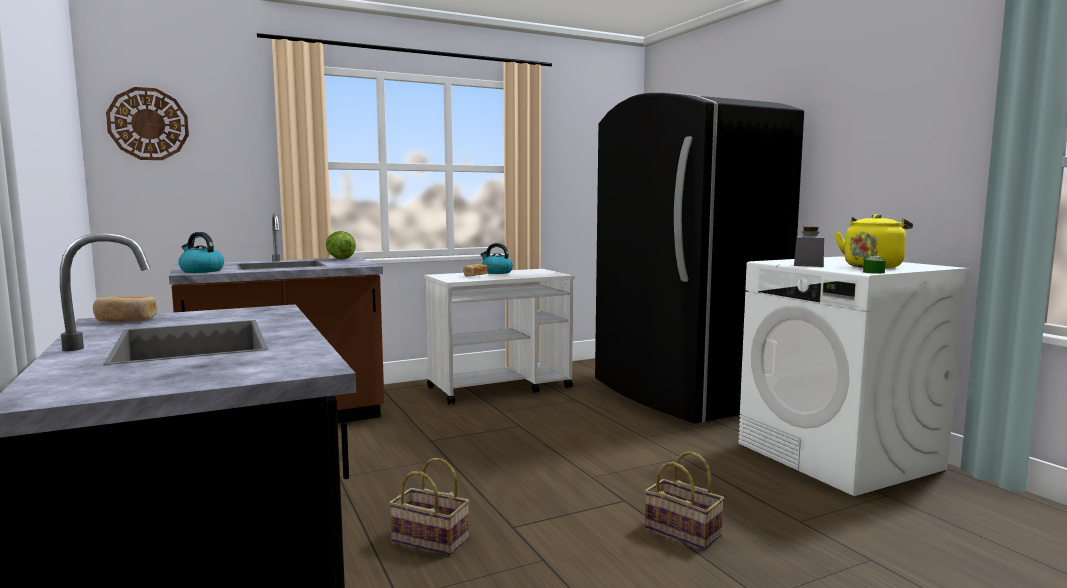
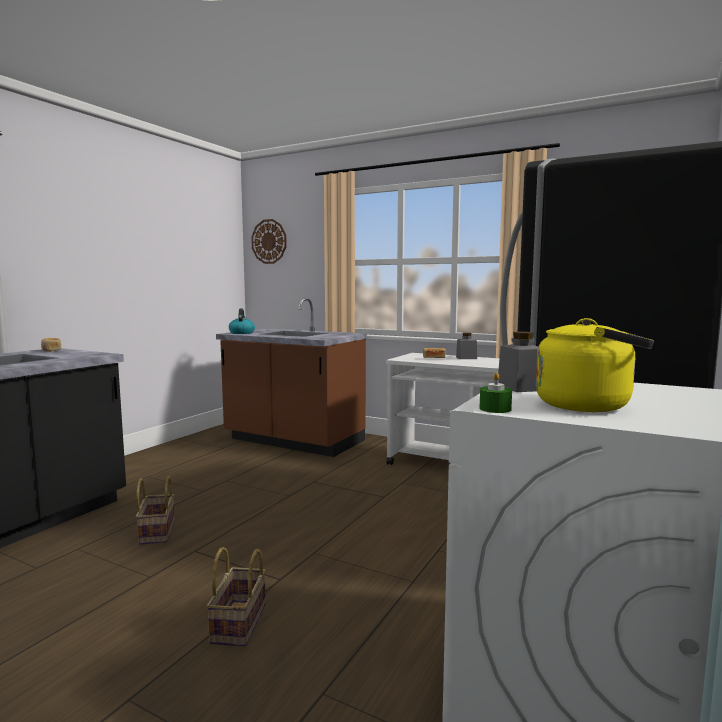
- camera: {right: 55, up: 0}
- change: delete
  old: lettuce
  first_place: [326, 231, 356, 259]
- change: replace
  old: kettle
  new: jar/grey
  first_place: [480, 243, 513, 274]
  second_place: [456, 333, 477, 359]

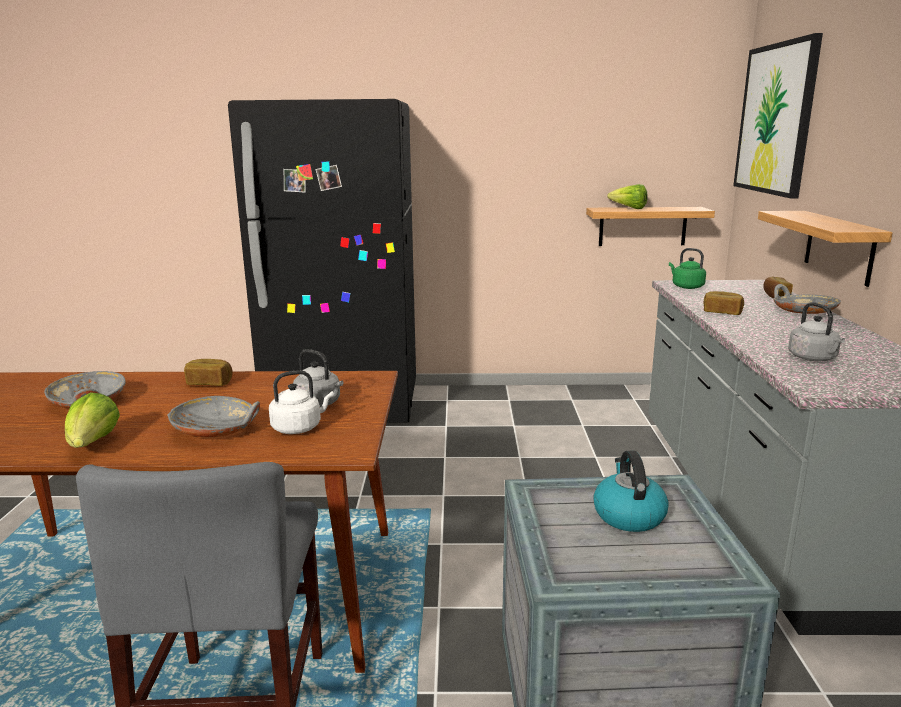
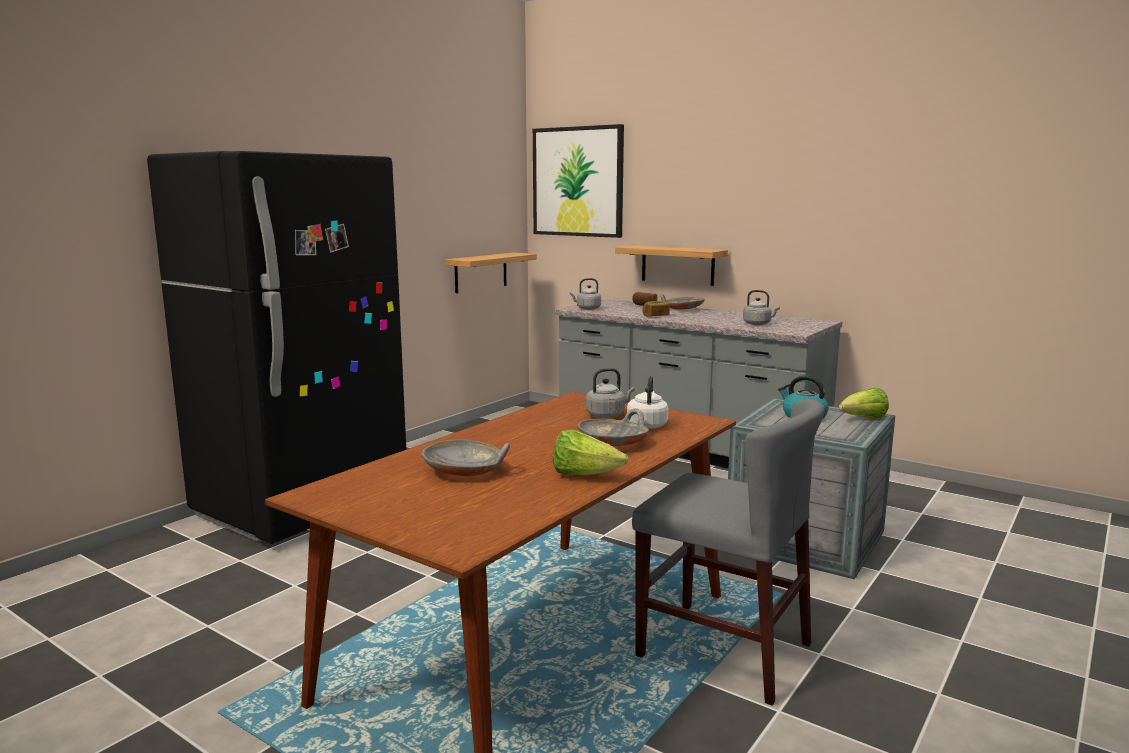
- camera: {right: -55, up: -5}
- change: delete
  old: bread
  first_place: [184, 359, 233, 386]
- change: move
  old: lettuce
  first_place: [607, 184, 647, 209]
  second_place: [839, 388, 889, 419]
- change: recolor
  old: kettle/green
  new: kettle/grey
  first_place: [669, 248, 706, 289]
  second_place: [570, 278, 601, 310]

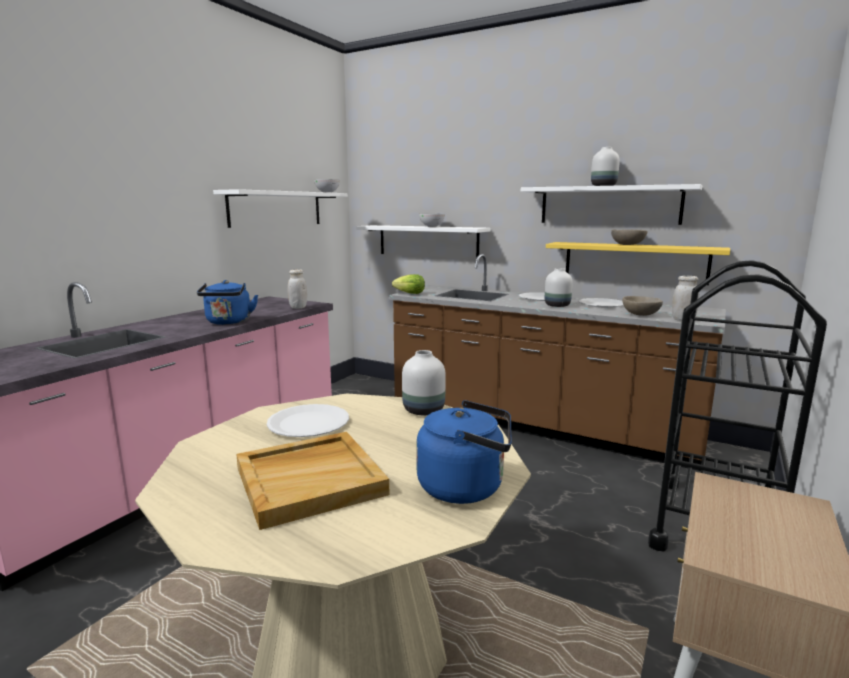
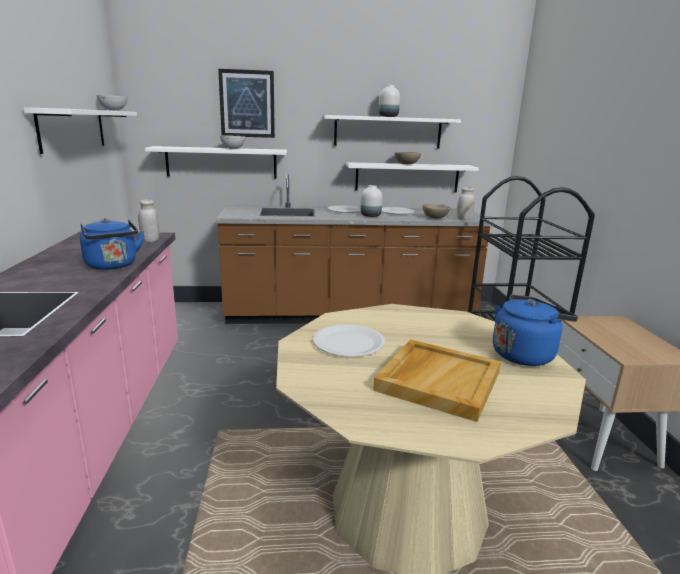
- camera: {right: -35, up: 5}
- change: delete
  old: lettuce
  first_place: [392, 274, 425, 294]
- change: delete
  old: vase/white
  first_place: [402, 350, 446, 415]
- change: recolor
  old: shelf/yellow
  new: shelf/white
  first_place: [546, 242, 730, 285]
  second_place: [346, 162, 479, 192]
- change: insert
  new: picture
  second_place: [218, 69, 275, 138]

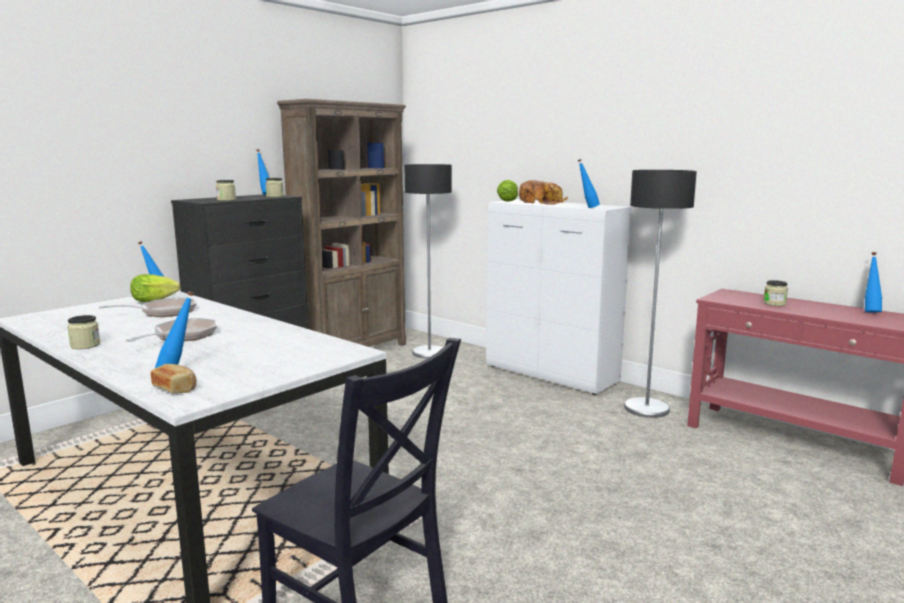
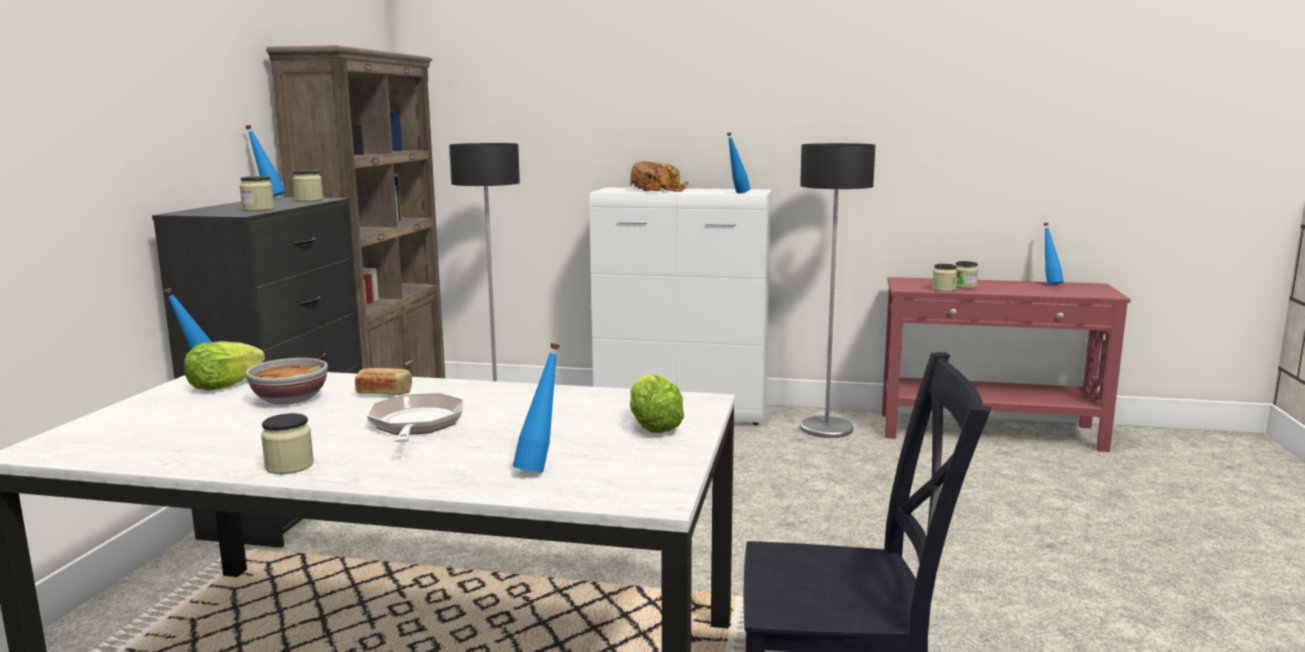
- camera: {right: -30, up: 0}
- change: replace
  old: frying pan
  new: bowl
  first_place: [99, 298, 197, 317]
  second_place: [245, 358, 328, 405]
- change: move
  old: bread
  first_place: [150, 364, 197, 393]
  second_place: [355, 368, 412, 395]
- change: move
  old: lettuce
  first_place: [497, 180, 518, 202]
  second_place: [630, 375, 684, 433]
- change: insert
  new: jar
  second_place: [932, 264, 957, 292]

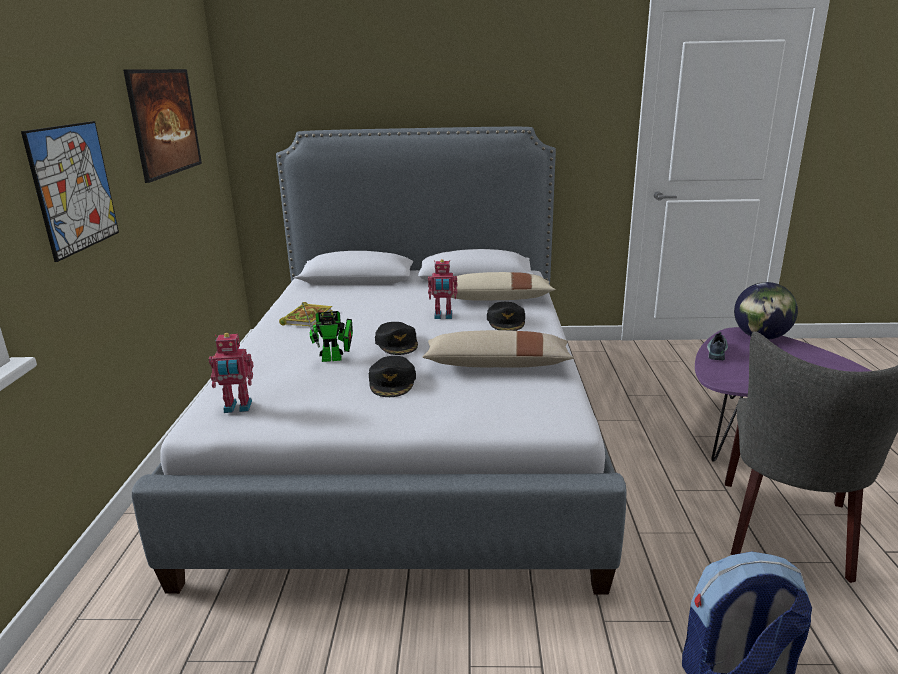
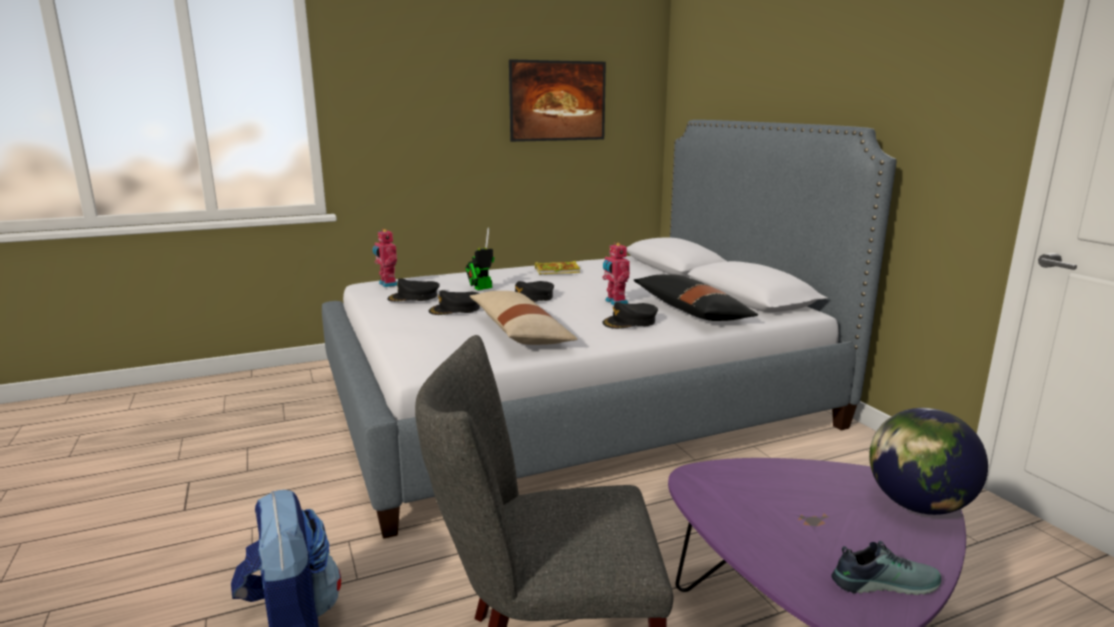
- camera: {right: 65, up: -5}
- change: delete
  old: picture
  first_place: [21, 121, 119, 262]
- change: rotate
  old: toy robot
  first_place: [302, 302, 353, 362]
  second_place: [466, 227, 495, 290]
  degrees: 90
- change: recolor
  old: pillow/beige
  new: pillow/black
  first_place: [451, 272, 555, 301]
  second_place: [634, 274, 758, 321]
- change: move
  old: shoe
  first_place: [707, 332, 728, 360]
  second_place: [831, 541, 941, 595]
- change: insert
  new: cap/black
  second_place: [387, 278, 440, 302]

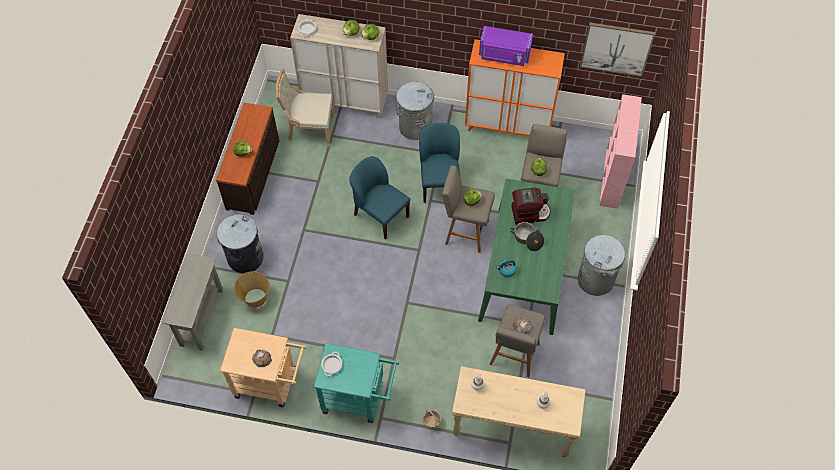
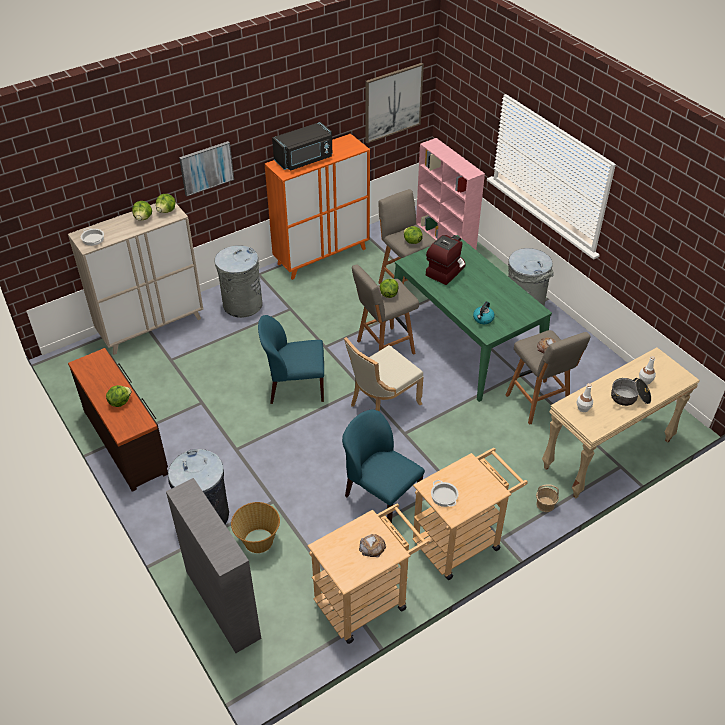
- camera: {right: -45, up: -15}
- change: replace
  old: console table/grey
  new: bookcase/grey
  first_place: [162, 253, 223, 351]
  second_place: [166, 478, 261, 653]
- change: move
  old: chair/beige
  first_place: [276, 69, 335, 147]
  second_place: [344, 337, 424, 412]
- change: recolor
  old: cart/turquoise
  new: cart/beige
  first_place: [313, 343, 399, 423]
  second_place: [413, 448, 528, 580]
- change: move
  old: chair/blue
  first_place: [419, 123, 460, 203]
  second_place: [342, 409, 425, 523]
- change: recolor
  old: microwave/purple
  new: microwave/black
  first_place: [479, 26, 533, 66]
  second_place: [272, 122, 333, 171]
- change: move
  old: cooking pot
  first_place: [511, 222, 544, 252]
  second_place: [611, 378, 651, 406]
- change: insert
  new: picture
  second_place: [179, 141, 234, 196]

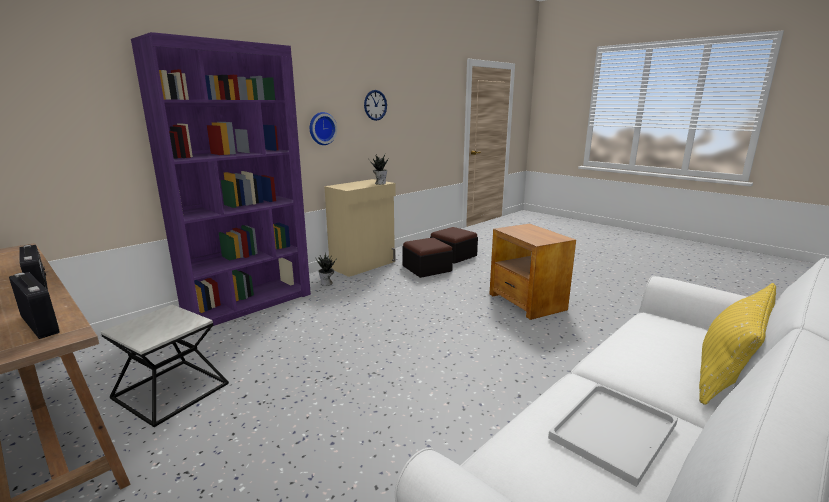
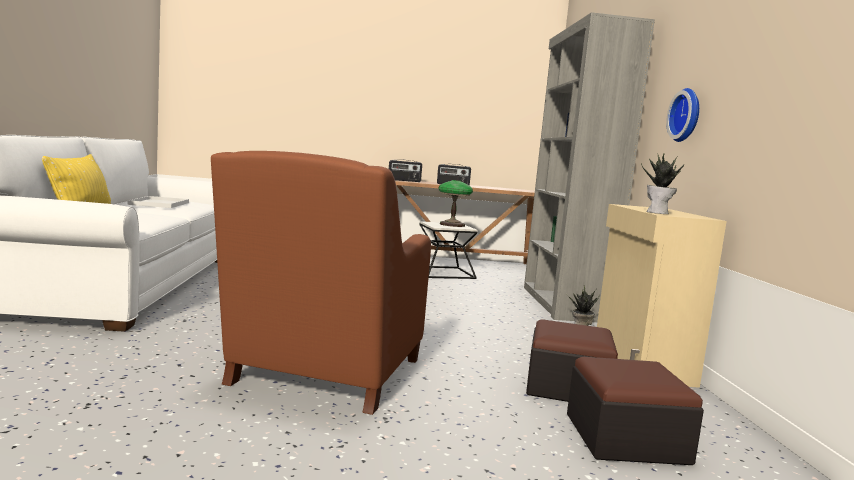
- camera: {right: 130, up: -10}
- change: recolor
  old: bookcase/purple
  new: bookcase/grey
  first_place: [131, 32, 311, 326]
  second_place: [524, 12, 655, 323]
- change: delete
  old: wall clock
  first_place: [364, 90, 387, 121]
- change: replace
  old: side table/brown
  new: armchair/brown
  first_place: [489, 224, 576, 320]
  second_place: [211, 151, 431, 415]
- change: insert
  new: table lamp
  second_place: [438, 180, 473, 227]

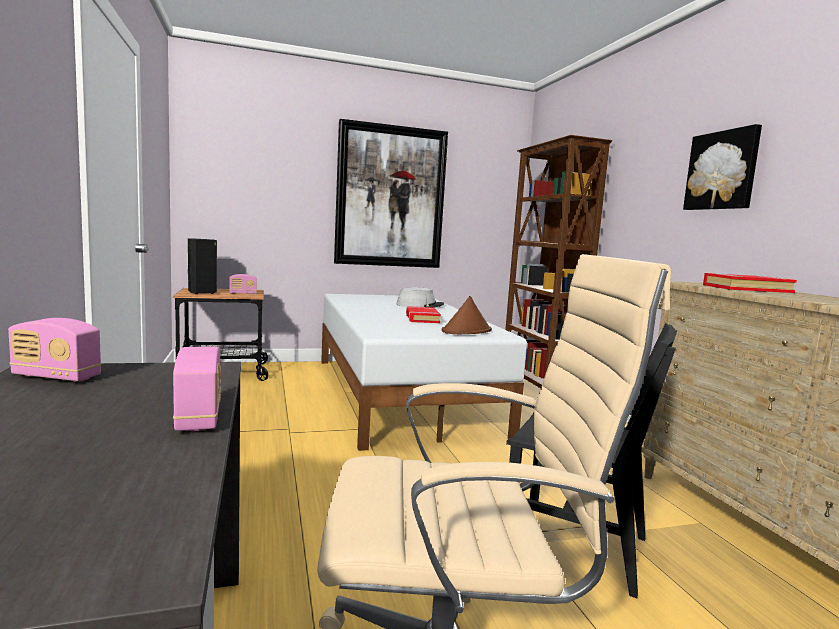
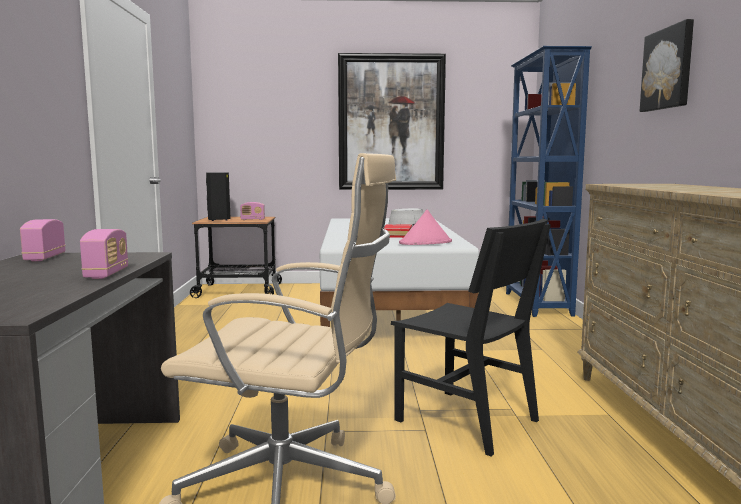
- camera: {right: 15, up: 0}
- change: rotate
  old: radio
  first_place: [8, 318, 102, 382]
  second_place: [20, 219, 65, 261]
  degrees: 60
- change: recolor
  old: hat/brown
  new: hat/pink
  first_place: [442, 296, 492, 334]
  second_place: [399, 210, 452, 245]
- change: recolor
  old: bookcase/brown
  new: bookcase/blue
  first_place: [505, 135, 612, 388]
  second_place: [506, 46, 592, 317]
- change: delete
  old: book/red
  first_place: [703, 273, 797, 293]

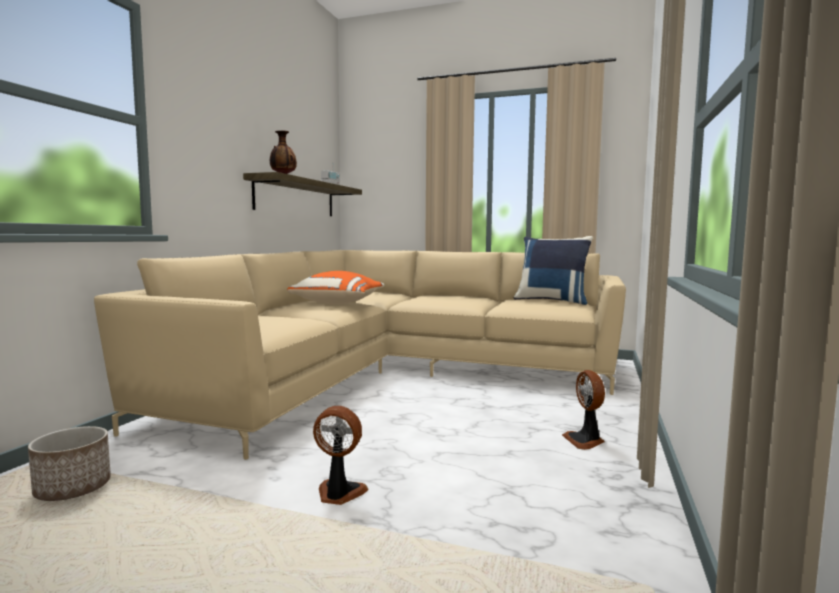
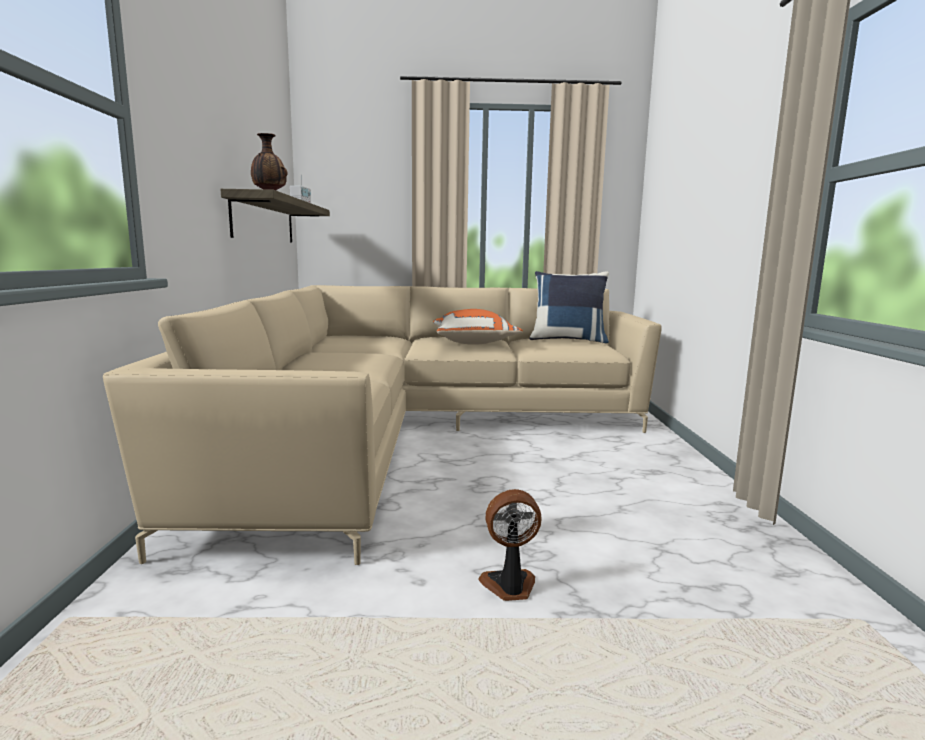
- camera: {right: -20, up: 5}
- change: delete
  old: planter
  first_place: [28, 426, 111, 501]
- change: move
  old: pillow/orange
  first_place: [287, 271, 384, 305]
  second_place: [433, 309, 523, 345]
- change: delete
  old: fan
  first_place: [562, 370, 605, 450]

